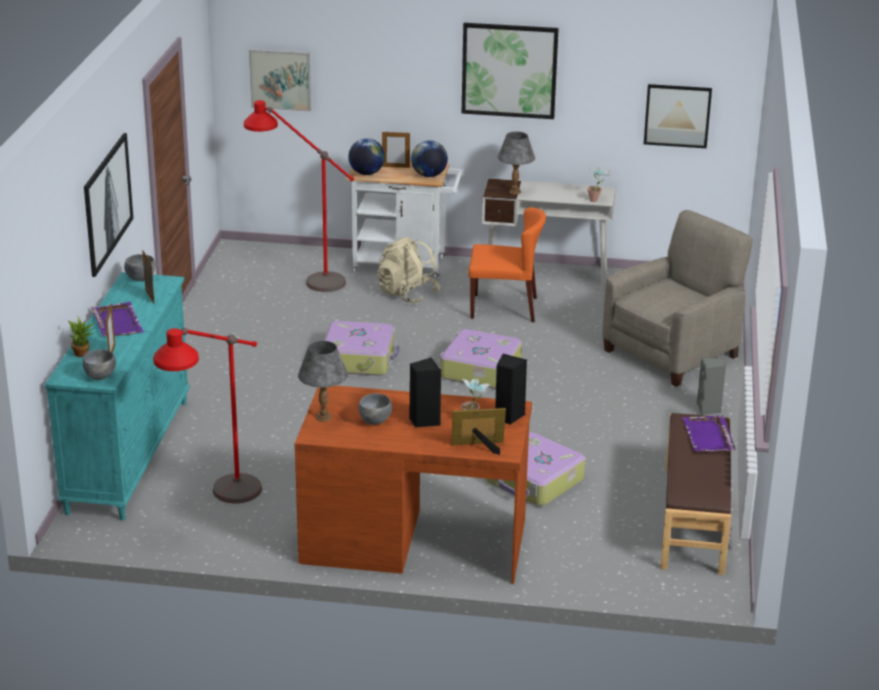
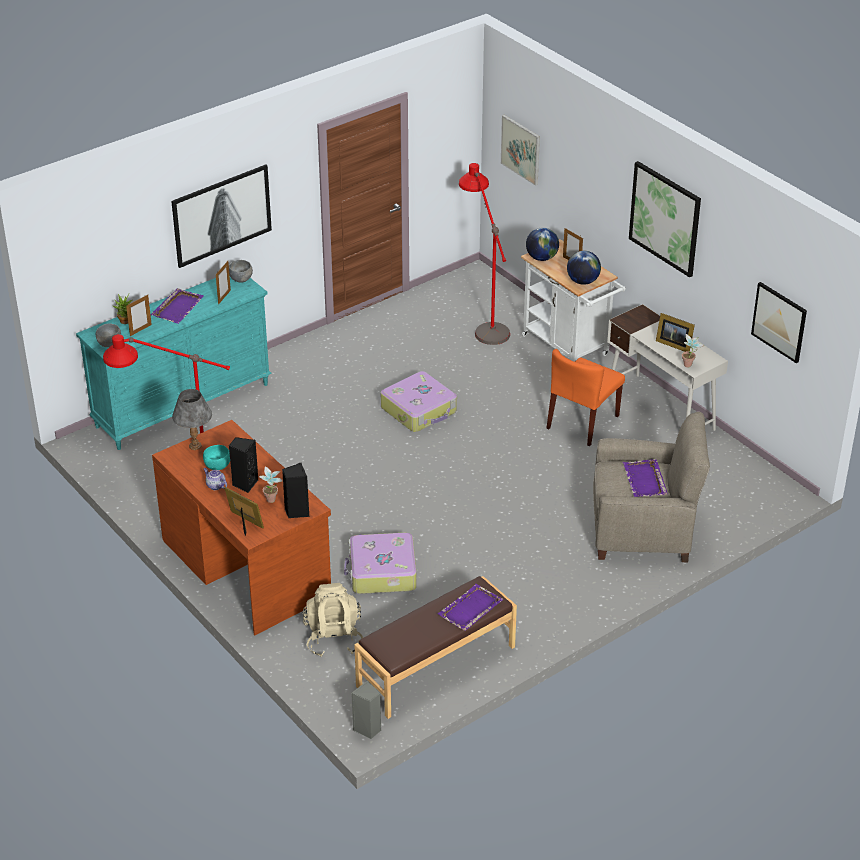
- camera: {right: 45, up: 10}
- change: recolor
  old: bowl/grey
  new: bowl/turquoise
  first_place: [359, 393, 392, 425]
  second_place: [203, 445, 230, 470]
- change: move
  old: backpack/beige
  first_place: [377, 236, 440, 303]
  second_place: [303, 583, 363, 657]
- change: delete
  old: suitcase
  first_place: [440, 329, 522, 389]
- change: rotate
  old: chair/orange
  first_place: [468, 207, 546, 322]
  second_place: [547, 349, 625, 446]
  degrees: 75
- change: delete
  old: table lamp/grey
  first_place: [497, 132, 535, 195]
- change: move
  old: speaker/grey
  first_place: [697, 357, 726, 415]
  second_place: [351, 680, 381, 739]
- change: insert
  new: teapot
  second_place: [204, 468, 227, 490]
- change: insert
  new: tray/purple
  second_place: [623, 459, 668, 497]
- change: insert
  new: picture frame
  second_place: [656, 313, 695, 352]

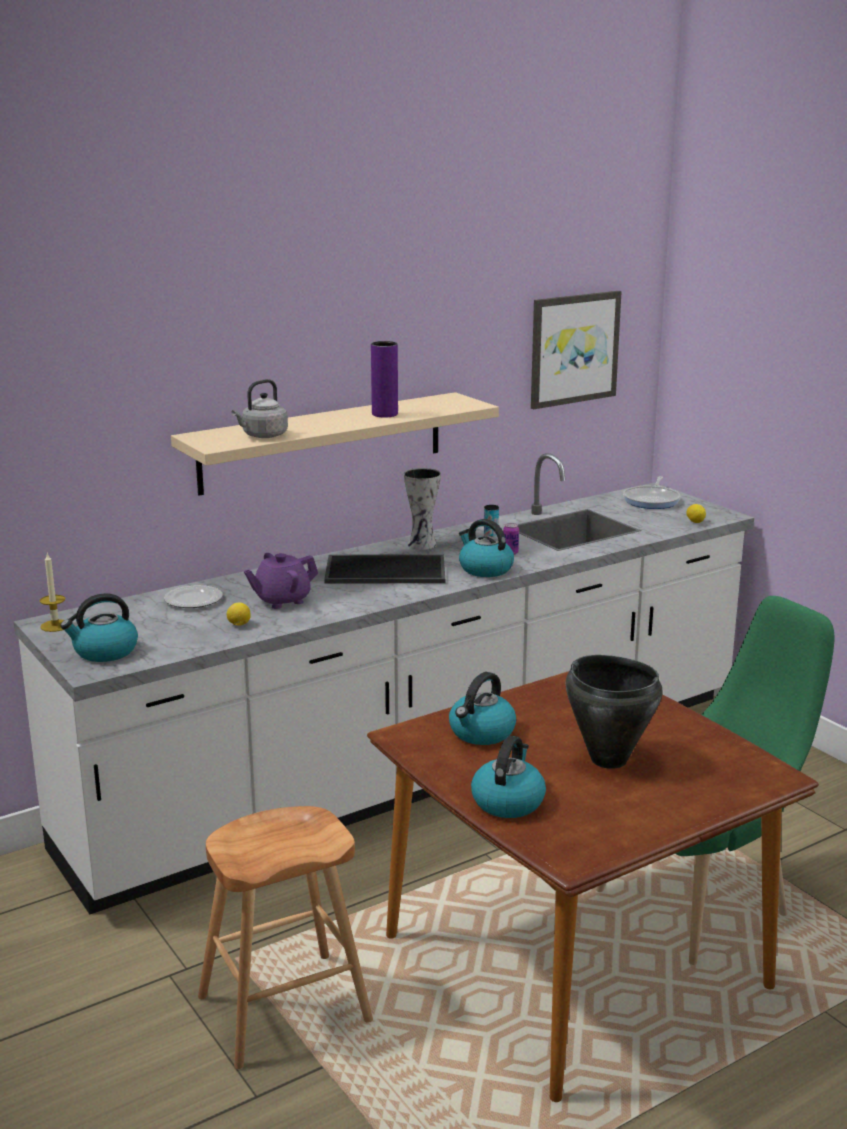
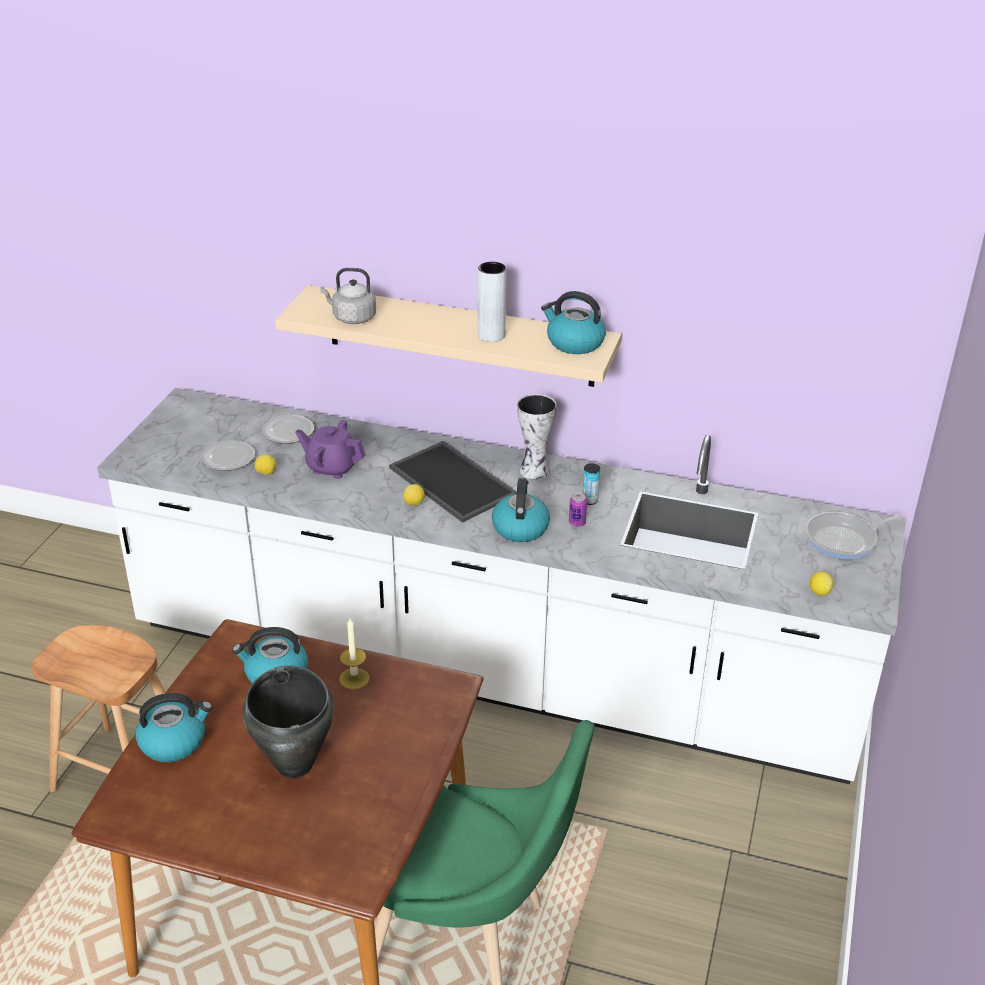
- camera: {right: 50, up: 15}
- change: move
  old: candle
  first_place: [40, 553, 65, 632]
  second_place: [339, 618, 369, 689]
- change: move
  old: kettle
  first_place: [60, 593, 138, 662]
  second_place: [541, 291, 606, 354]
- change: recolor
  old: vase/purple
  new: vase/grey
  first_place: [371, 341, 398, 417]
  second_place: [478, 262, 507, 342]
- change: delete
  old: picture
  first_place: [531, 291, 622, 409]
- change: insert
  new: plate
  second_place: [201, 440, 255, 471]
- change: insert
  new: lemon
  second_place: [403, 484, 425, 506]

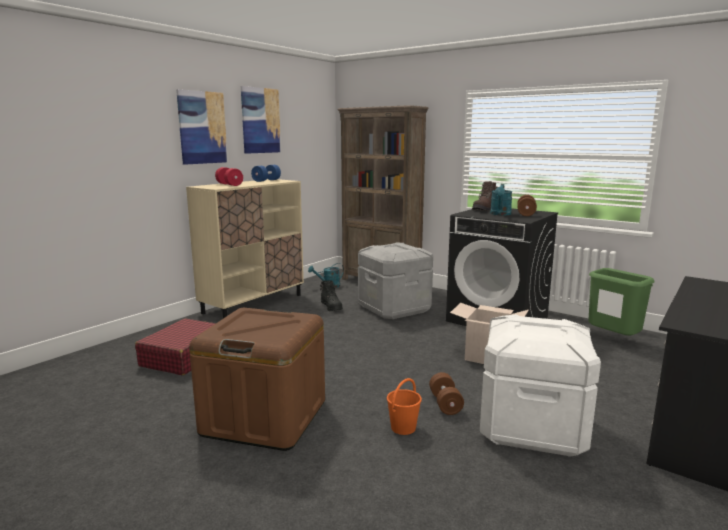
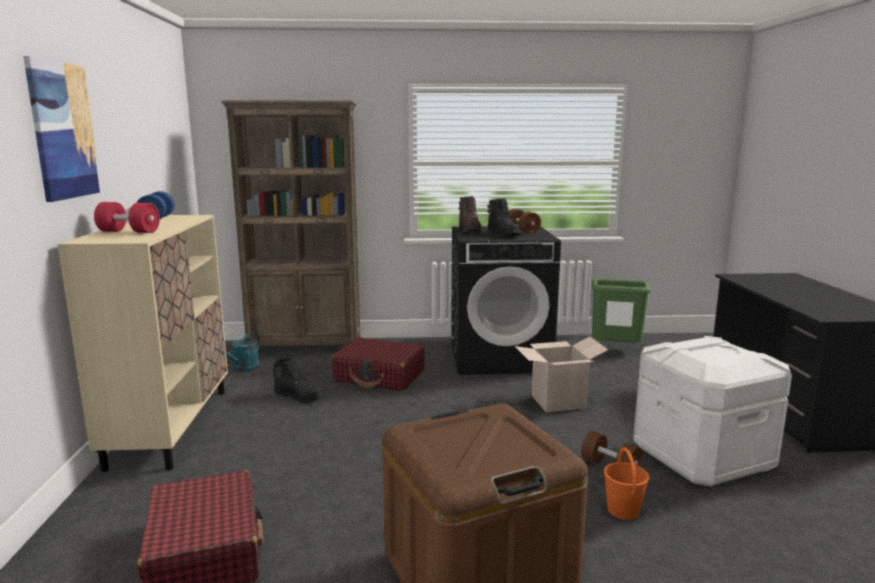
- camera: {right: -40, up: 0}
- change: delete
  old: picture
  first_place: [241, 86, 281, 154]
- change: replace
  old: storage box/grey
  new: suitcase/red
  first_place: [358, 242, 433, 319]
  second_place: [332, 337, 425, 391]
- change: replace
  old: watering can/turquoise
  new: boot/black
  first_place: [490, 184, 513, 215]
  second_place: [487, 198, 520, 237]

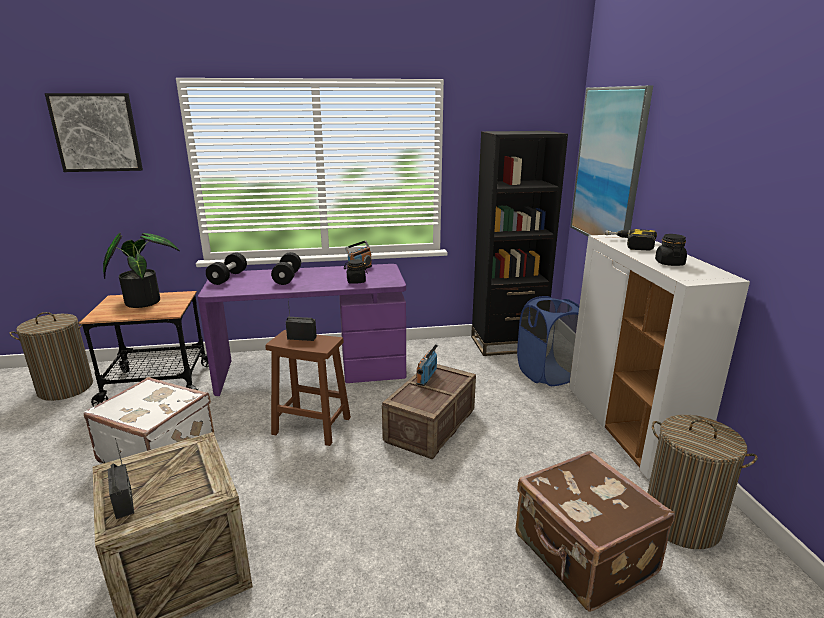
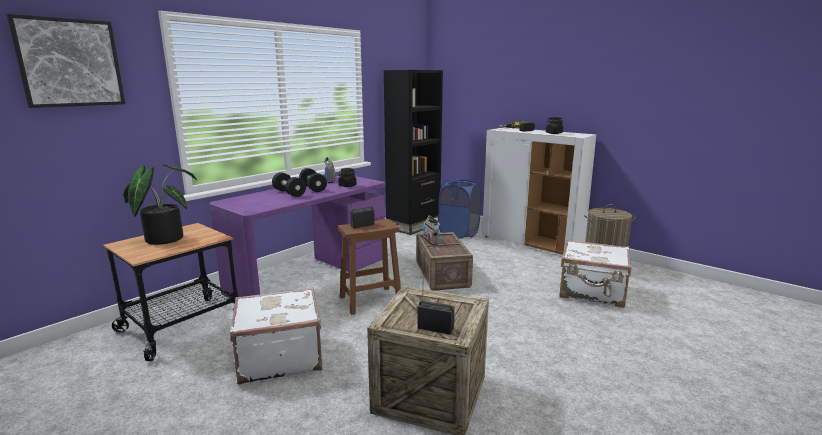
- camera: {right: -40, up: -5}
- change: delete
  old: laundry basket
  first_place: [9, 312, 93, 401]
- change: move
  old: dumbbell/black
  first_place: [206, 253, 247, 285]
  second_place: [299, 168, 327, 192]
- change: recolor
  old: suitcase/brown
  new: suitcase/white
  first_place: [516, 450, 675, 612]
  second_place: [559, 239, 631, 308]
- change: delete
  old: picture
  first_place: [570, 86, 653, 236]

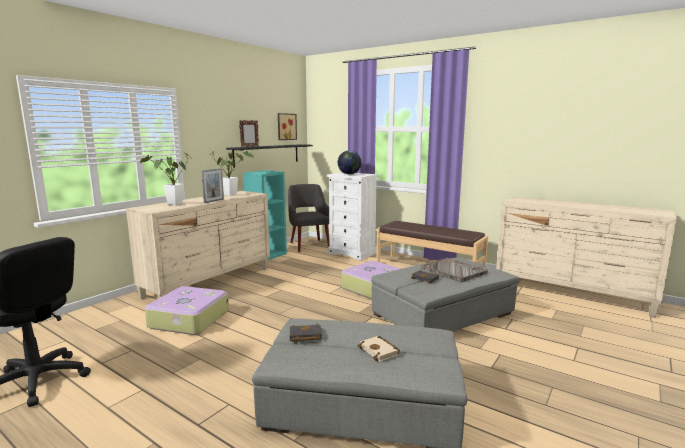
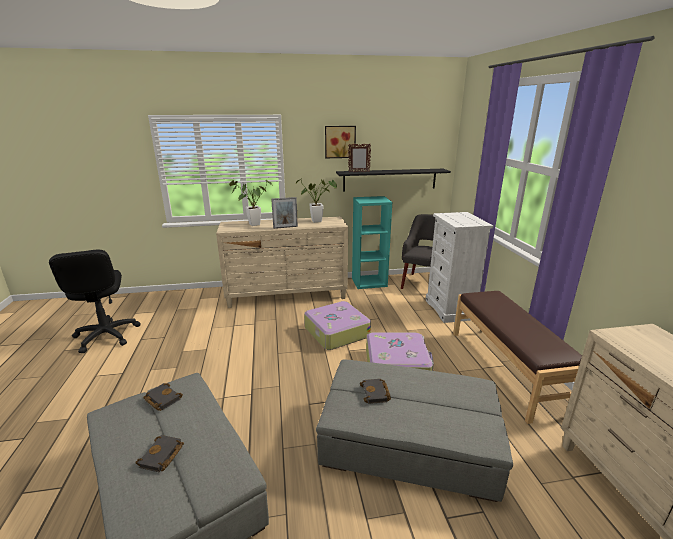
- camera: {right: 45, up: 10}
- change: move
  old: suitcase
  first_place: [145, 286, 229, 335]
  second_place: [304, 301, 371, 350]
- change: move
  old: picture
  first_place: [278, 113, 297, 140]
  second_place: [325, 126, 356, 158]
- change: delete
  old: globe
  first_place: [338, 150, 361, 174]
- change: recolor
  old: book/beige
  new: book/black
  first_place: [358, 336, 400, 362]
  second_place: [135, 435, 184, 472]
- change: delete
  old: tray/grey
  first_place: [421, 258, 488, 282]

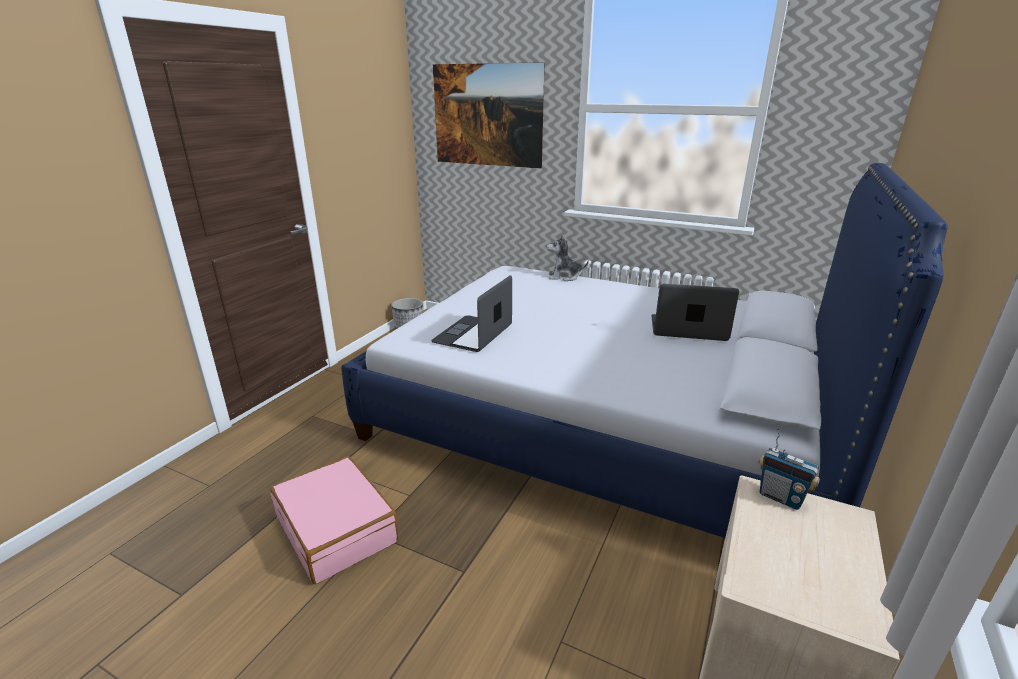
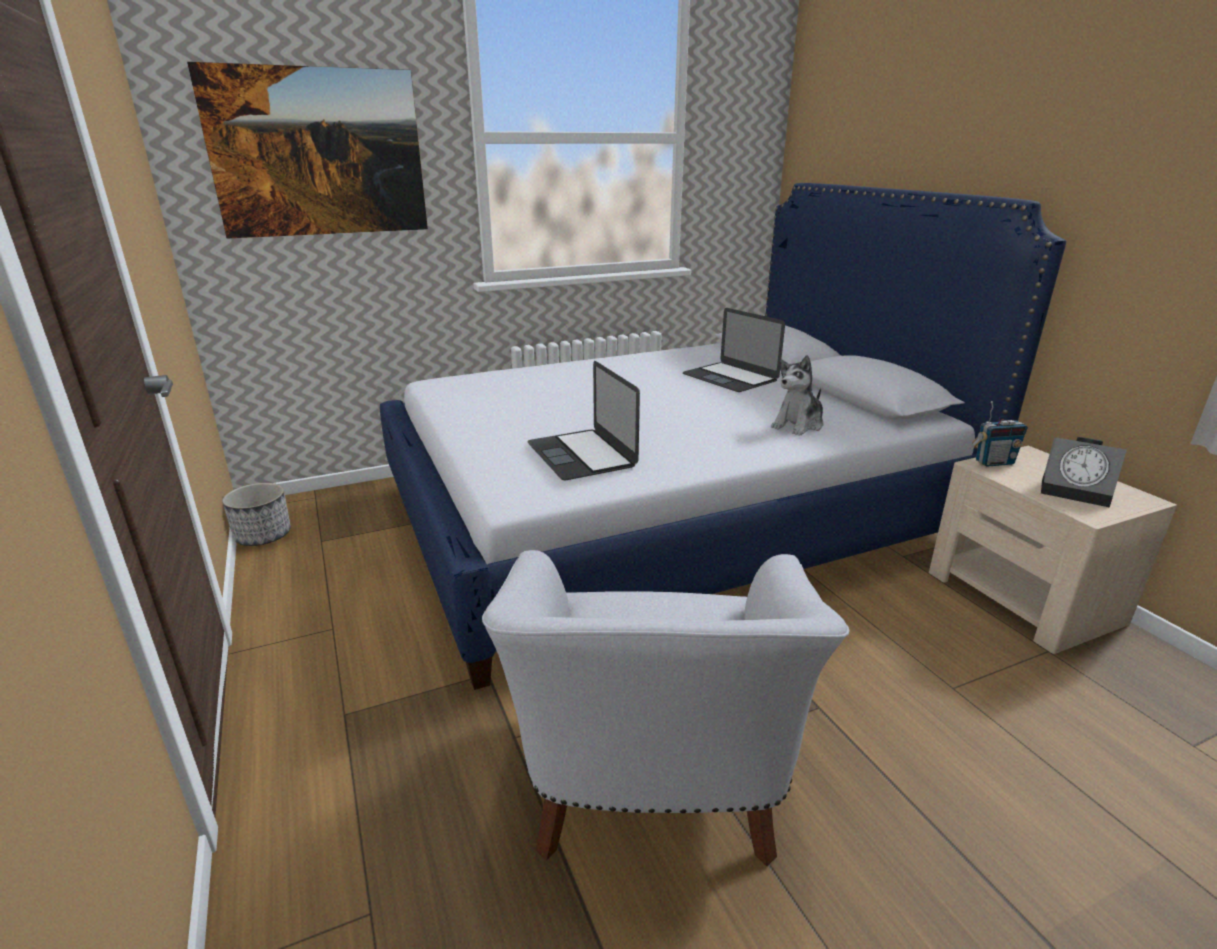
- camera: {right: -50, up: 0}
- change: replace
  old: suitcase/pink
  new: armchair/white
  first_place: [270, 456, 398, 584]
  second_place: [482, 550, 850, 866]
- change: move
  old: plush toy
  first_place: [546, 235, 589, 281]
  second_place: [771, 355, 823, 436]
- change: rotate
  old: laptop
  first_place: [651, 284, 739, 341]
  second_place: [683, 308, 785, 392]
  degrees: -90
- change: insert
  new: alarm clock
  second_place: [1041, 437, 1127, 508]

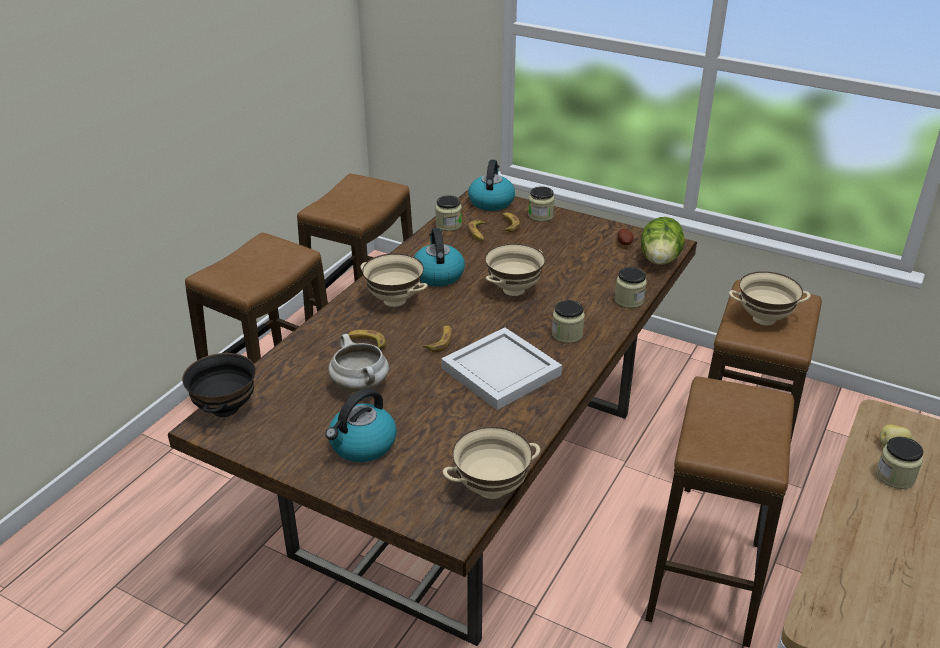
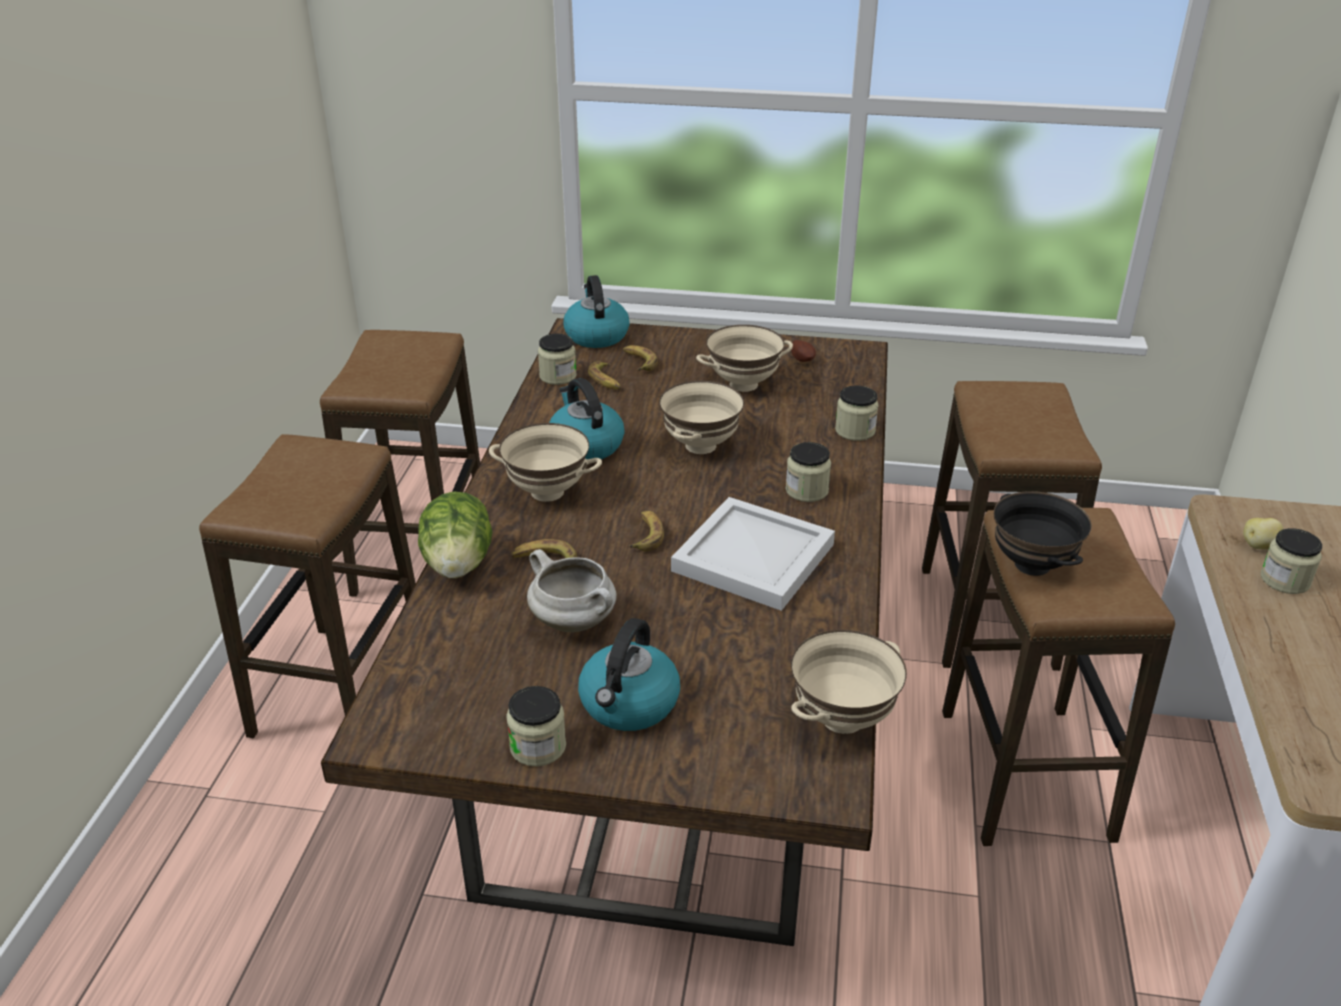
- camera: {right: -20, up: 0}
- change: move
  old: bowl/black
  first_place: [182, 353, 256, 417]
  second_place: [994, 491, 1092, 576]
- change: move
  old: jar
  first_place: [528, 186, 555, 222]
  second_place: [506, 686, 566, 766]
- change: move
  old: lettuce
  first_place: [641, 217, 685, 265]
  second_place: [418, 491, 492, 579]
- change: move
  old: bowl/beige
  first_place: [729, 271, 811, 326]
  second_place: [696, 325, 793, 392]

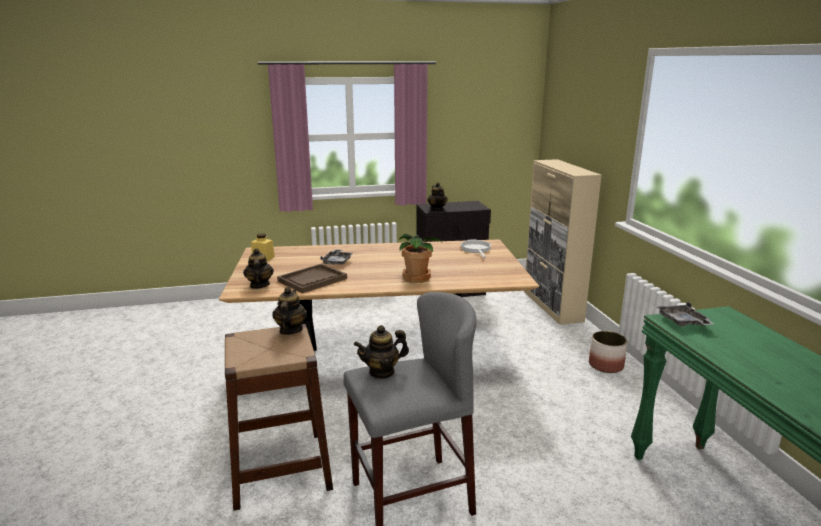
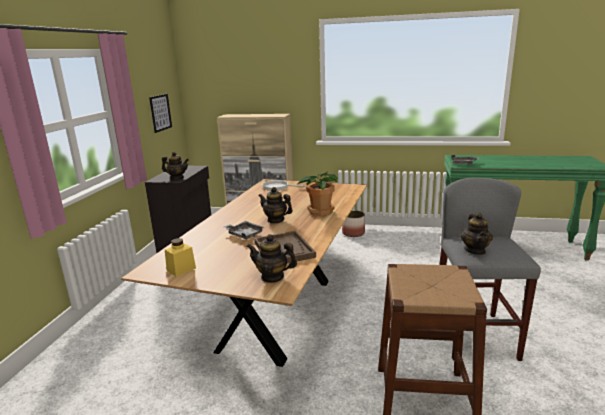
- camera: {right: -65, up: 0}
- change: move
  old: teapot
  first_place: [272, 287, 308, 335]
  second_place: [258, 187, 293, 223]
- change: insert
  new: picture
  second_place: [149, 94, 172, 133]

